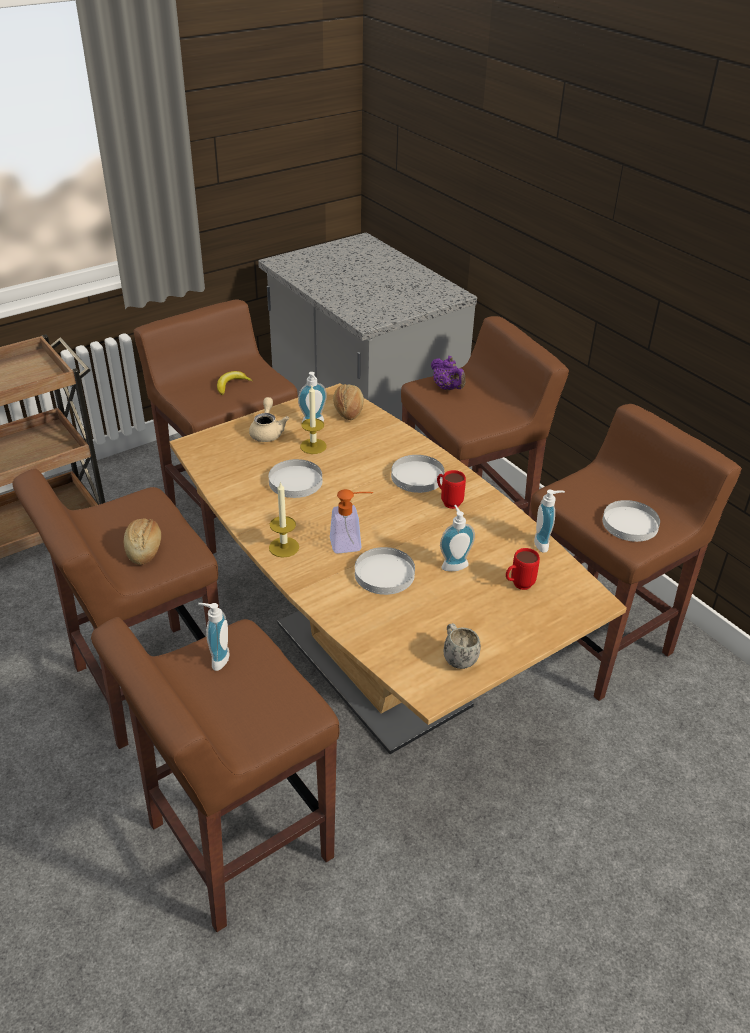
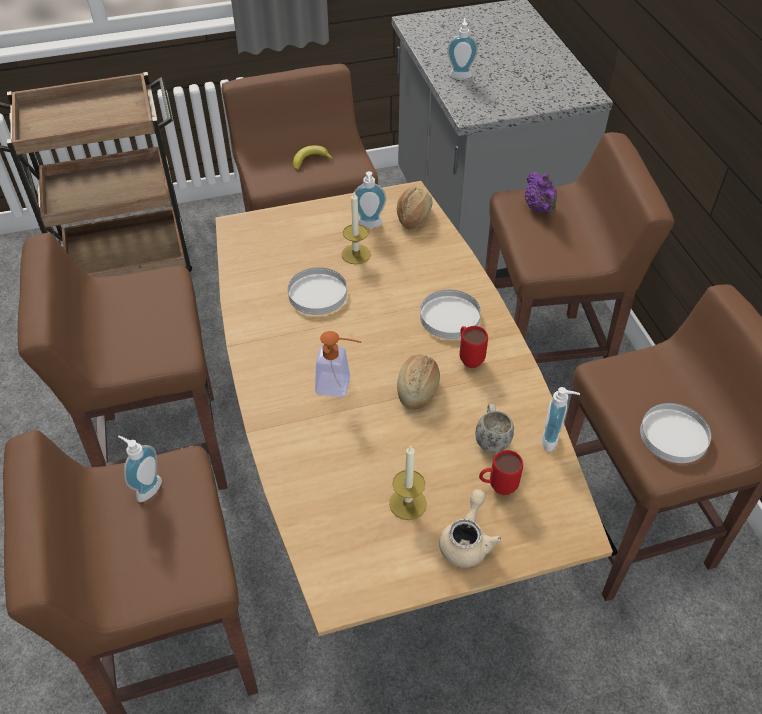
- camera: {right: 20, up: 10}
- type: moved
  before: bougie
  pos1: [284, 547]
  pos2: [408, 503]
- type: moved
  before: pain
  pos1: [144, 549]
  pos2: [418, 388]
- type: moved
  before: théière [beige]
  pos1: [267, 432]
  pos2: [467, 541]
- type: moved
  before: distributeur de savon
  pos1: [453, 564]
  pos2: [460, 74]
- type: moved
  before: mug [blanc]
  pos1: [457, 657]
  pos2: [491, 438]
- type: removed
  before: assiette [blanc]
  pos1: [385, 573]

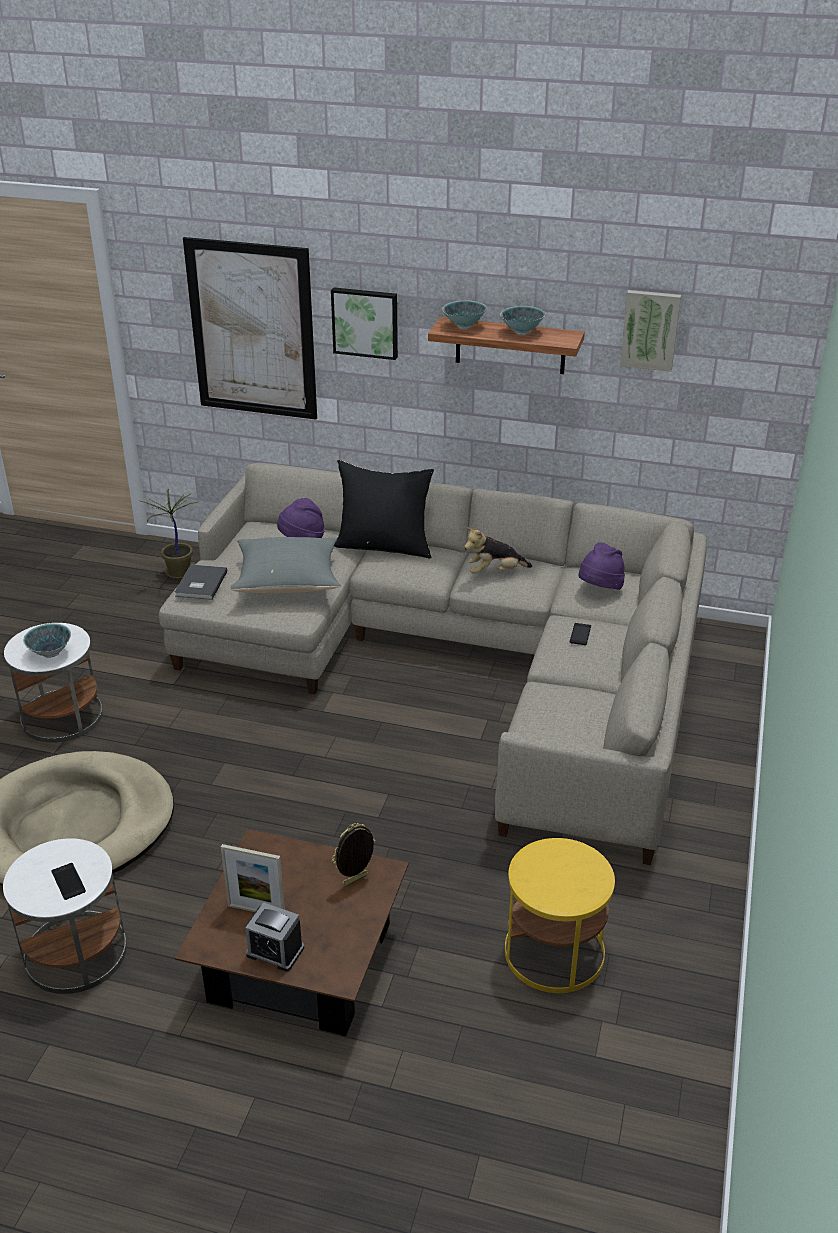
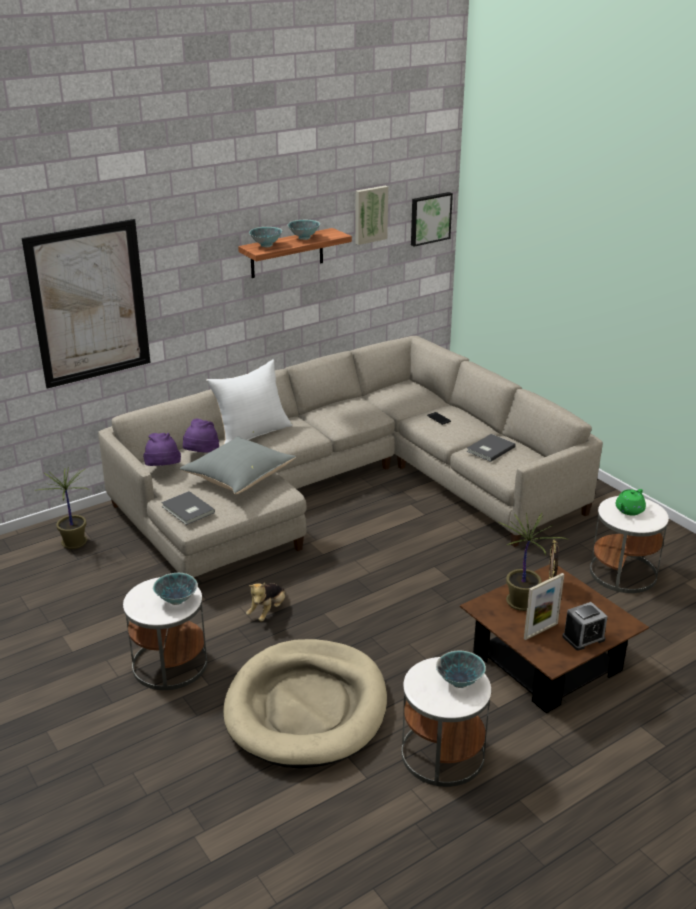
- camera: {right: -50, up: -5}
- type: moved
  before: chapeau [violet]
  pos1: [599, 589]
  pos2: [163, 469]
- type: recoloured
  before: coussin [noir]
  after: coussin [blanc]
  pos1: [384, 546]
  pos2: [252, 433]
- type: moved
  before: peluche
  pos1: [495, 572]
  pos2: [268, 611]
- type: moved
  before: tableau
  pos1: [365, 322]
  pos2: [429, 218]
- type: replaced
  before: téléphone
  after: bol
  pos1: [68, 881]
  pos2: [460, 682]
- type: added
  after: livre [gris]
  pos2: [489, 449]
- type: added
  after: plante en pot
  pos2: [522, 603]
- type: recoloured
  before: table d'appoint [jaune]
  after: table d'appoint [blanc]
  pos1: [555, 952]
  pos2: [623, 573]
- type: added
  after: théière [vert]
  pos2: [629, 510]

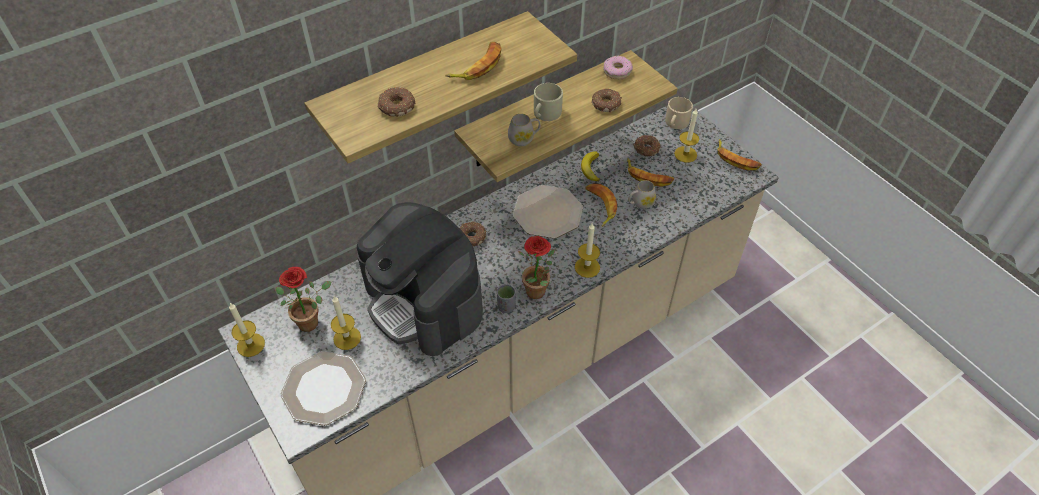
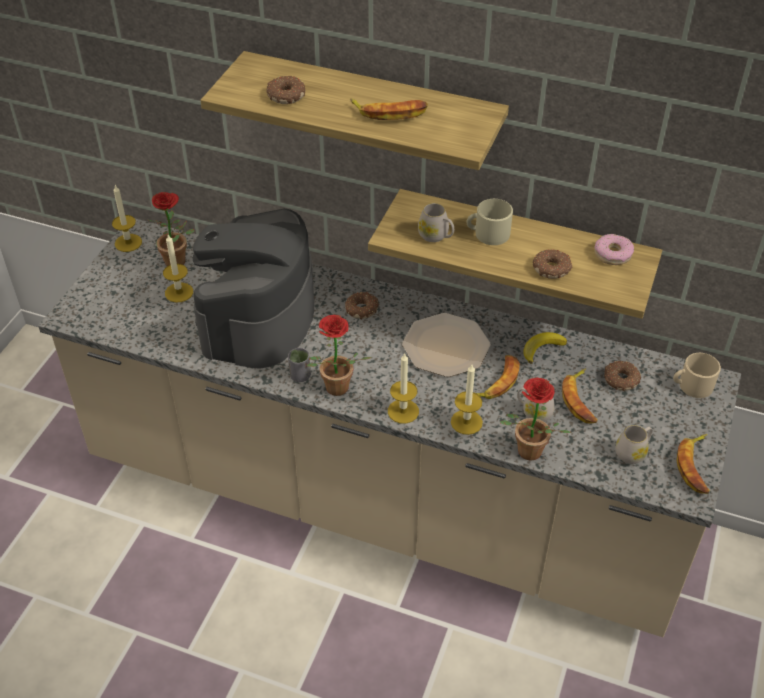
- camera: {right: 55, up: -5}
- type: moved
  before: bougie
  pos1: [685, 154]
  pos2: [466, 422]
- type: added
  after: plante en pot
  pos2: [526, 454]
- type: added
  after: mug [blanc]
  pos2: [633, 452]
- type: removed
  before: assiette
  pos1: [323, 388]

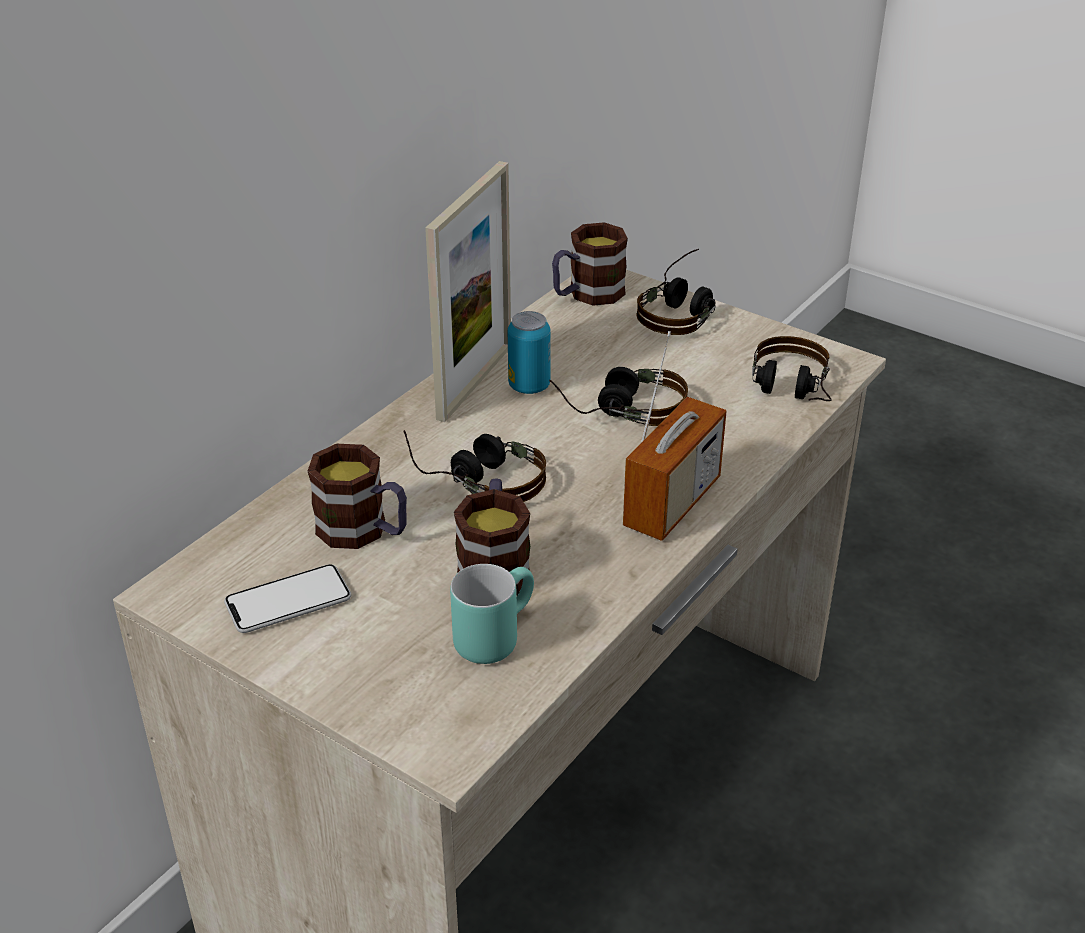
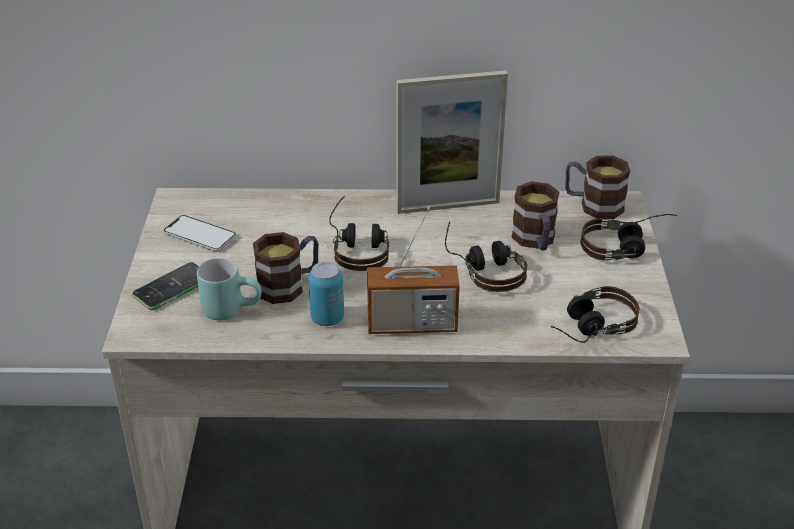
- camera: {right: 55, up: 0}
- type: added
  after: téléphone
  pos2: [172, 287]
- type: moved
  before: boîte métallique
  pos1: [529, 386]
  pos2: [327, 318]
- type: moved
  before: mug
  pos1: [364, 531]
  pos2: [535, 241]

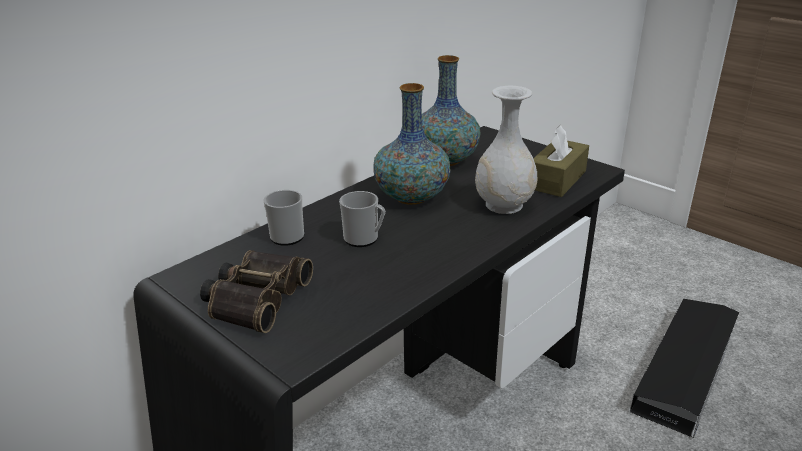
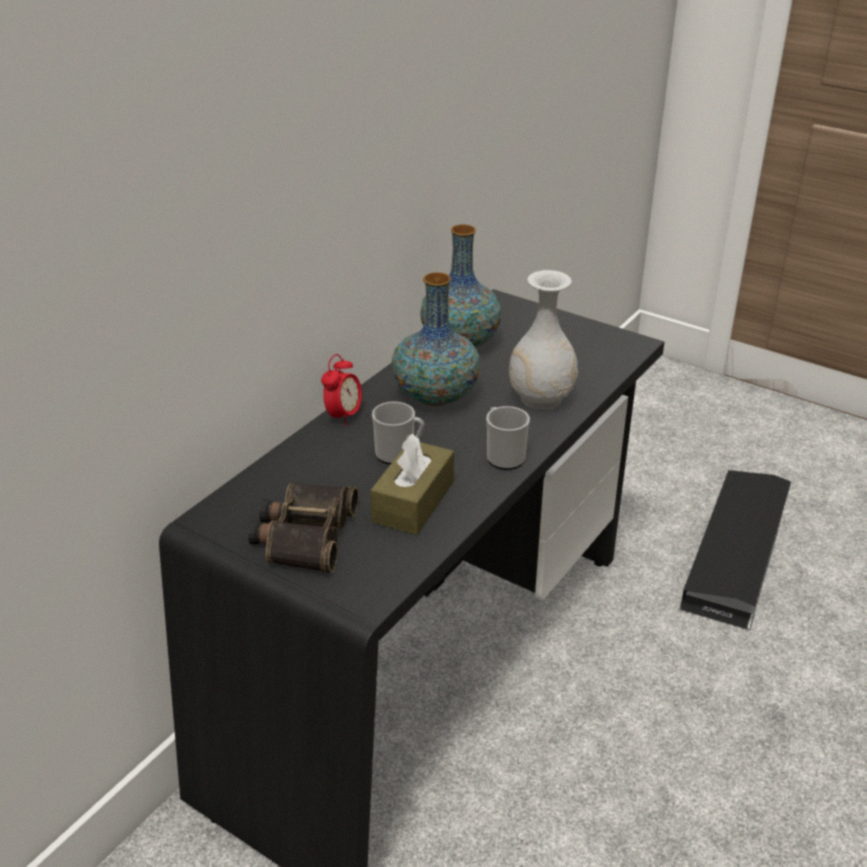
- camera: {right: -10, up: 5}
- type: added
  after: réveil
  pos2: [343, 416]
- type: moved
  before: boîte à mouchoirs [marron]
  pos1: [557, 180]
  pos2: [413, 502]
- type: moved
  before: mug
  pos1: [286, 234]
  pos2: [503, 456]

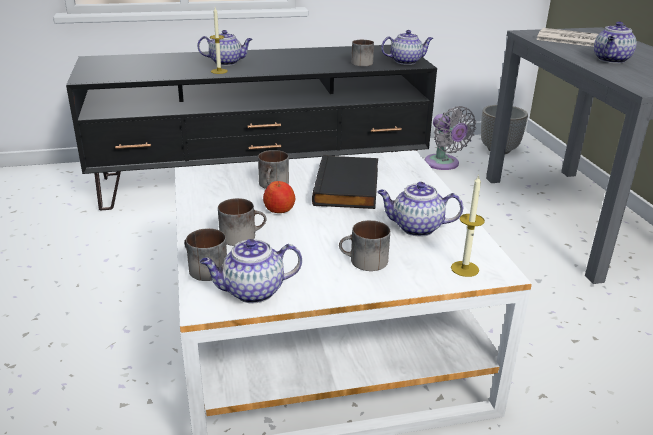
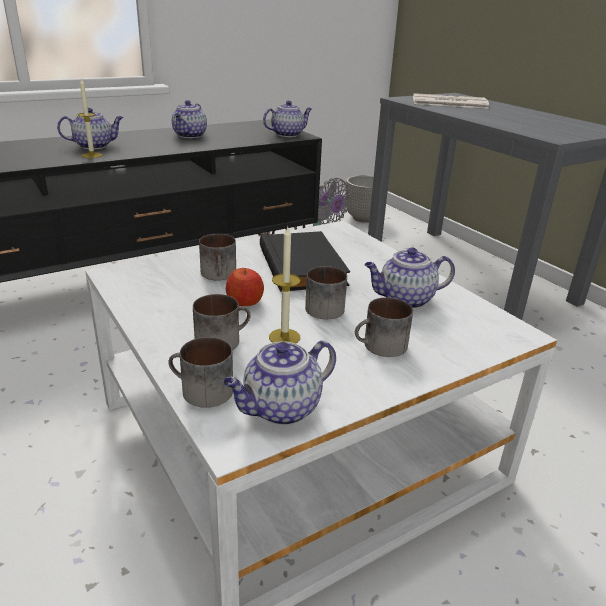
- camera: {right: -20, up: 0}
- type: moved
  before: théière
  pos1: [611, 60]
  pos2: [190, 135]
- type: moved
  before: bougie
  pos1: [464, 269]
  pos2: [284, 337]
- type: moved
  before: mug
  pos1: [361, 62]
  pos2: [321, 307]

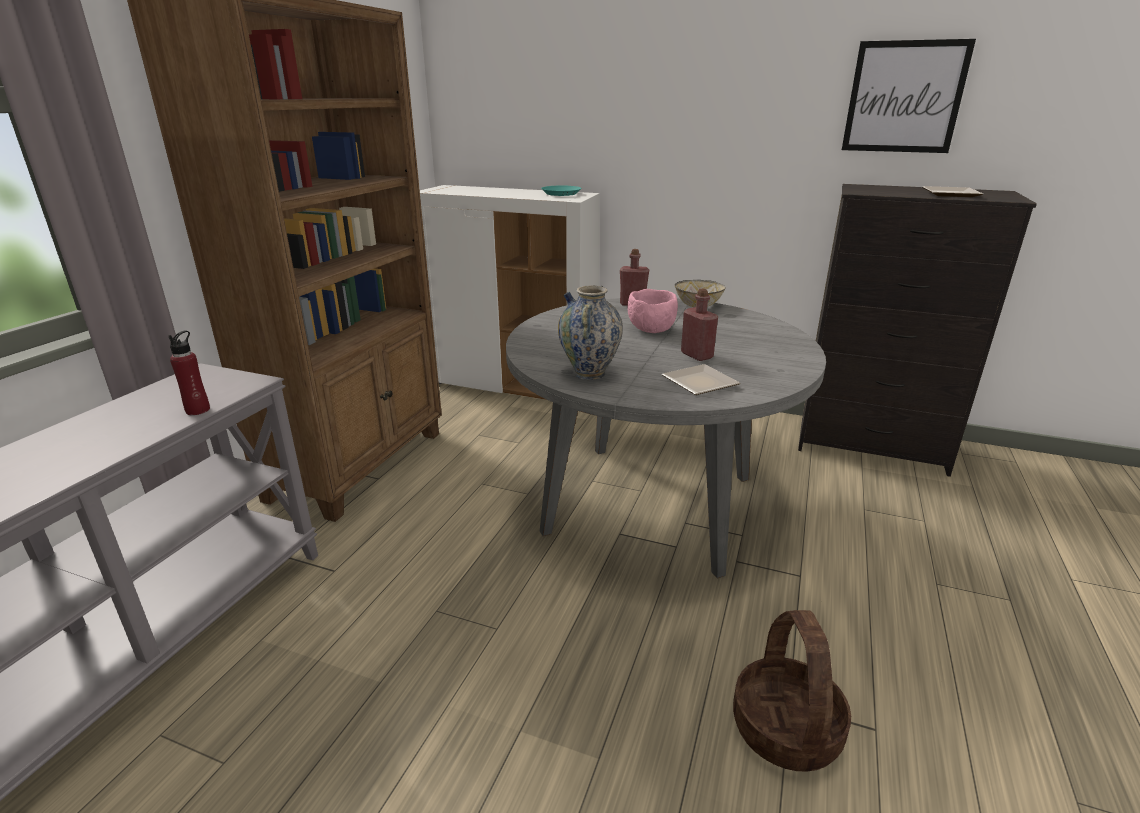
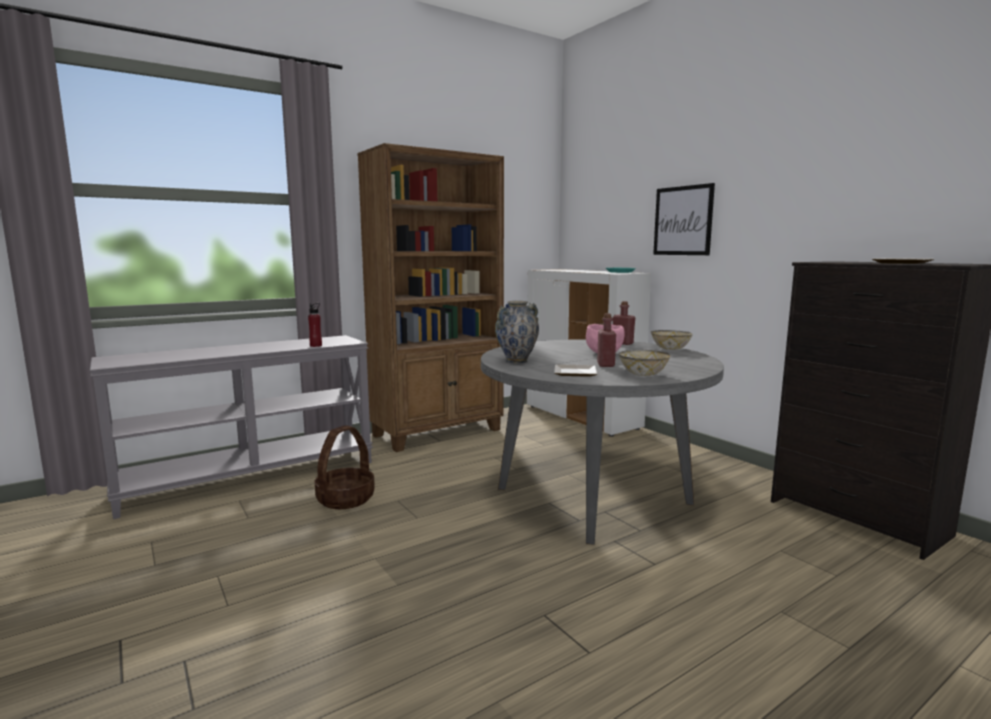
- camera: {right: 35, up: -15}
- type: moved
  before: panier
  pos1: [784, 728]
  pos2: [345, 498]
- type: added
  after: bol
  pos2: [642, 374]
- type: moved
  before: tableau
  pos1: [904, 97]
  pos2: [683, 221]

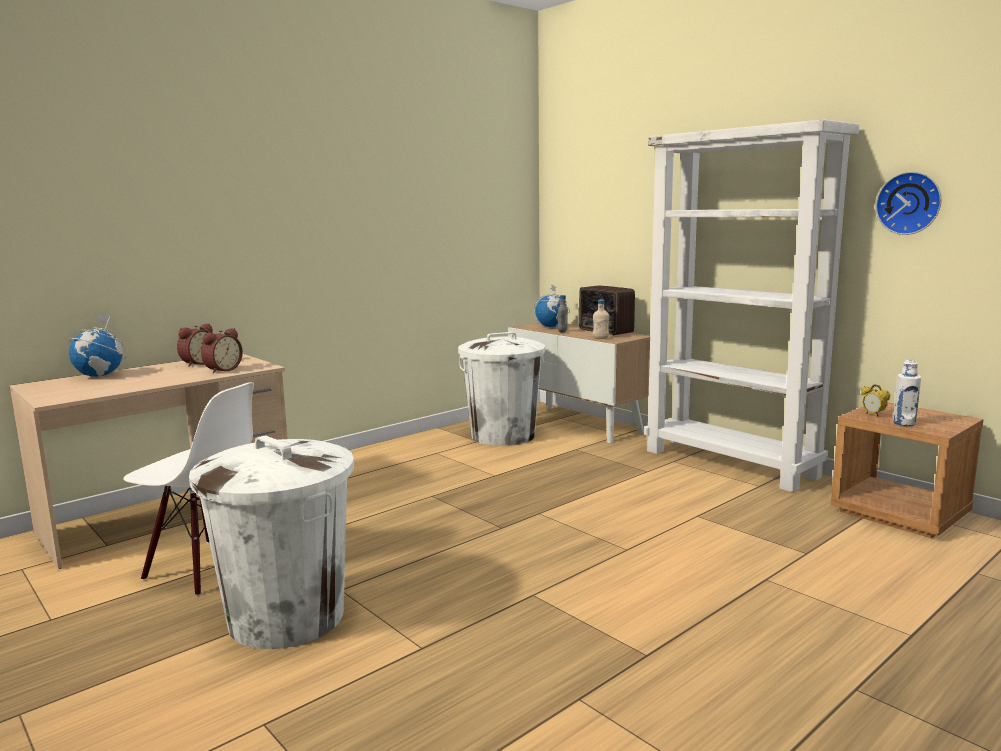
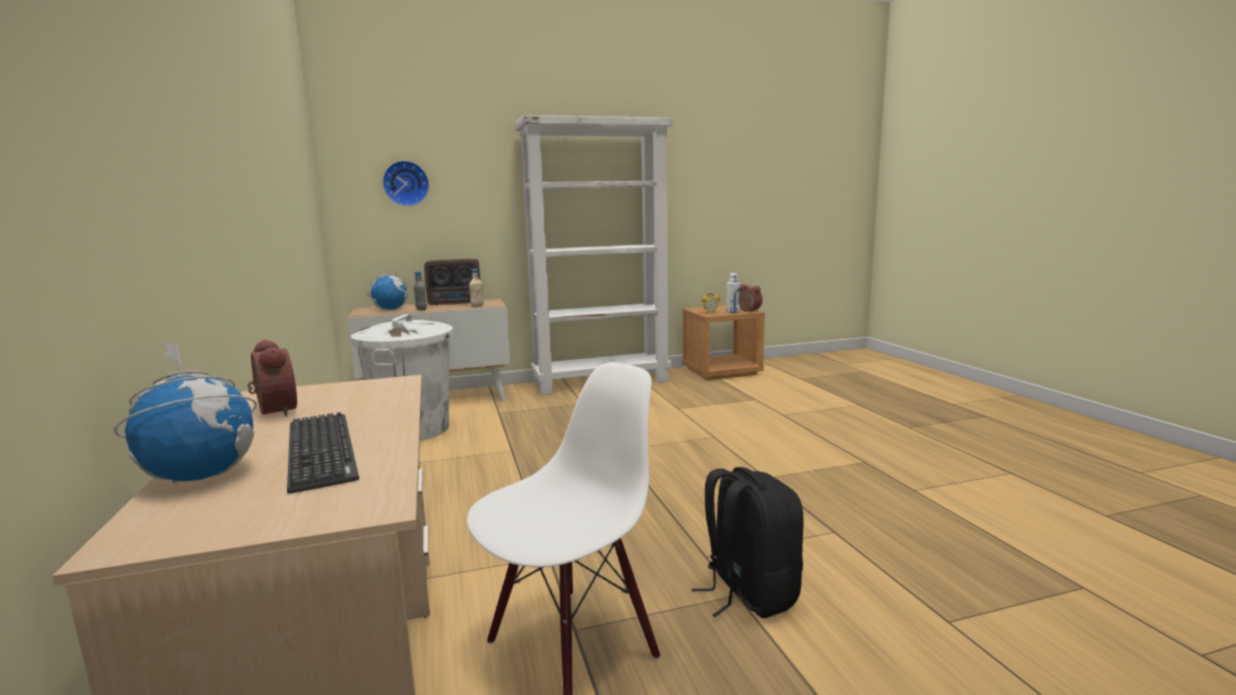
- camera: {right: -65, up: 0}
- type: added
  after: clavier
  pos2: [321, 450]
- type: moved
  before: horloge murale
  pos1: [909, 203]
  pos2: [406, 183]
- type: replaced
  before: poubelle [blanc]
  after: sac à dos [noir]
  pos1: [287, 616]
  pos2: [748, 593]
- type: moved
  before: réveil
  pos1: [222, 370]
  pos2: [748, 311]

